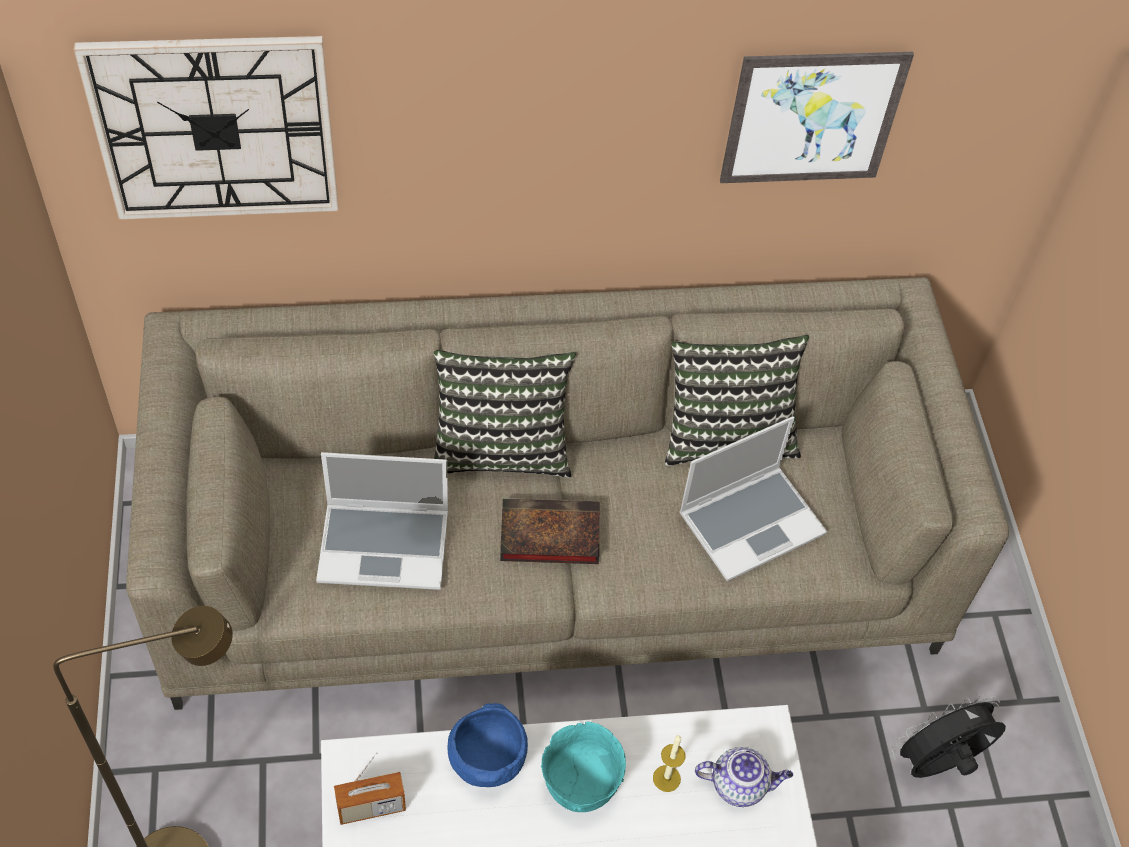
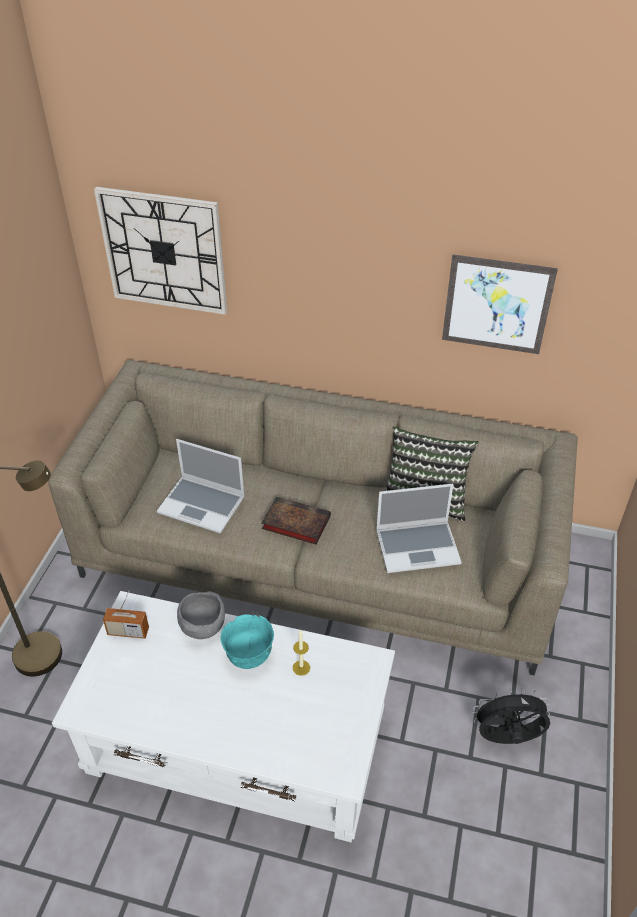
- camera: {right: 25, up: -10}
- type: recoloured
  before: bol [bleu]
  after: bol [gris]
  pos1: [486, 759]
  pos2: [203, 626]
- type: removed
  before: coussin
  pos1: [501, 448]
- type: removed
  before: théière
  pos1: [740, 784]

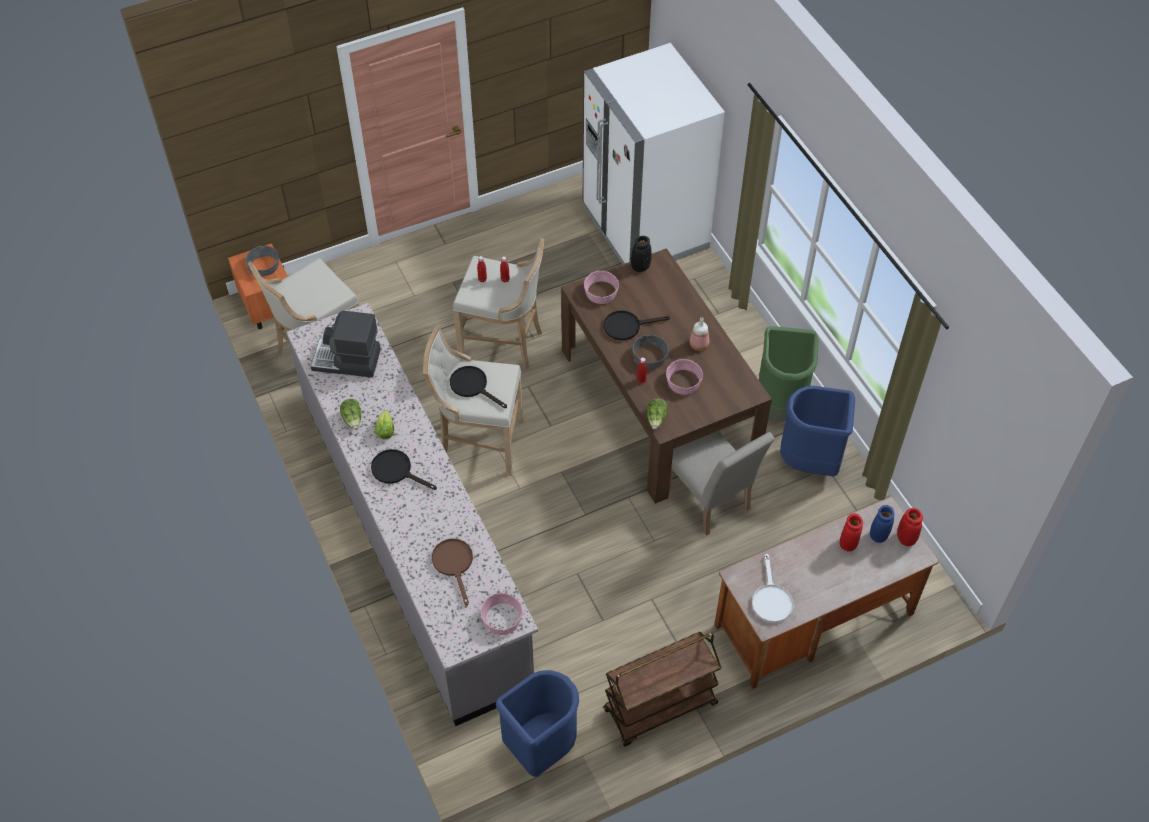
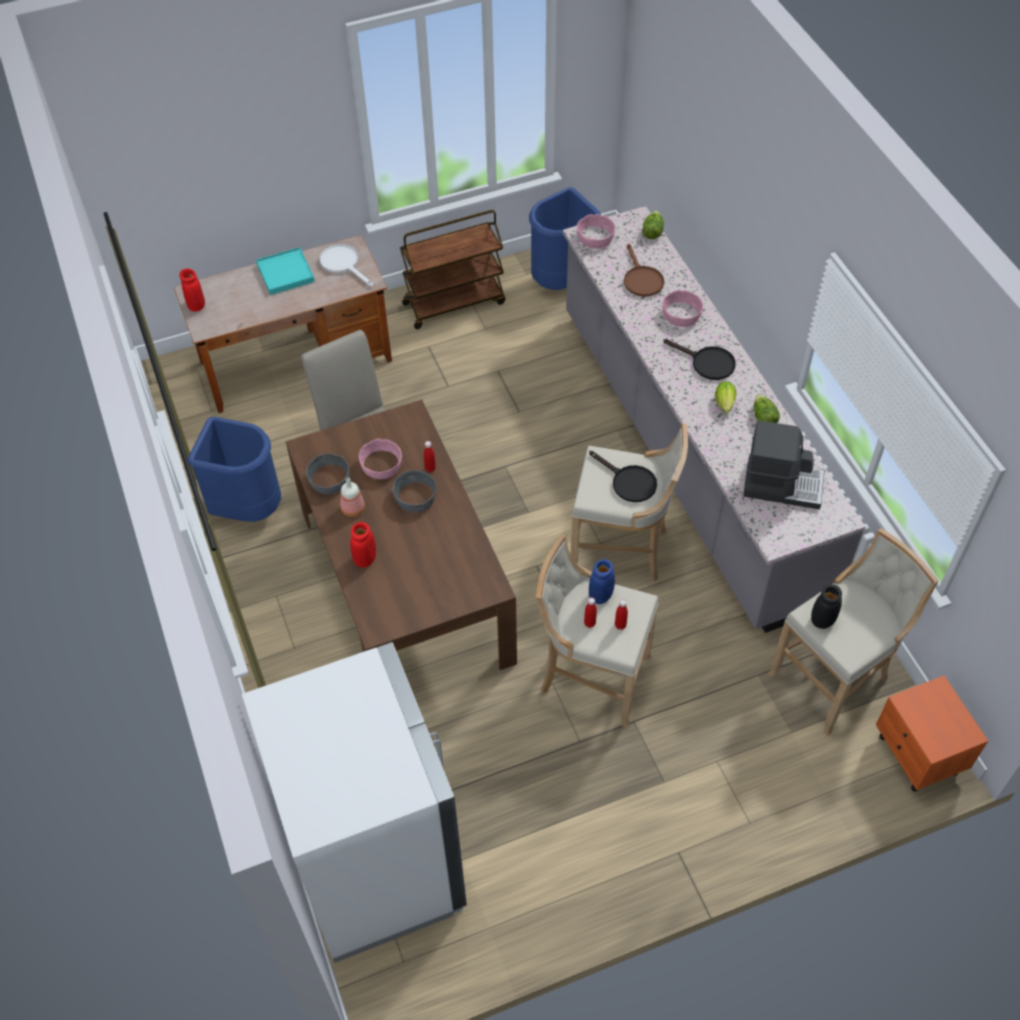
- camera: {right: -175, up: 0}
- type: added
  after: plateau [turquoise]
  pos2: [285, 273]
- type: moved
  before: bol [gris]
  pos1: [264, 265]
  pos2: [329, 480]
- type: turned
  before: poêle [blanc]
  pos1: [771, 599]
  pos2: [343, 264]
  turn: -45
- type: moved
  before: vase [rouge]
  pos1: [848, 544]
  pos2: [365, 559]
- type: moved
  before: vase [bleu]
  pos1: [879, 535]
  pos2: [600, 595]
- type: moved
  before: laitue
  pos1: [656, 419]
  pos2: [652, 231]
- type: moved
  before: bol [rose]
  pos1: [600, 292]
  pos2: [681, 315]
- type: moved
  before: vase [noir]
  pos1: [640, 267]
  pos2: [822, 620]
- type: removed
  before: poêle [noir]
  pos1: [627, 326]
- type: removed
  before: poubelle [vert]
  pos1: [780, 405]

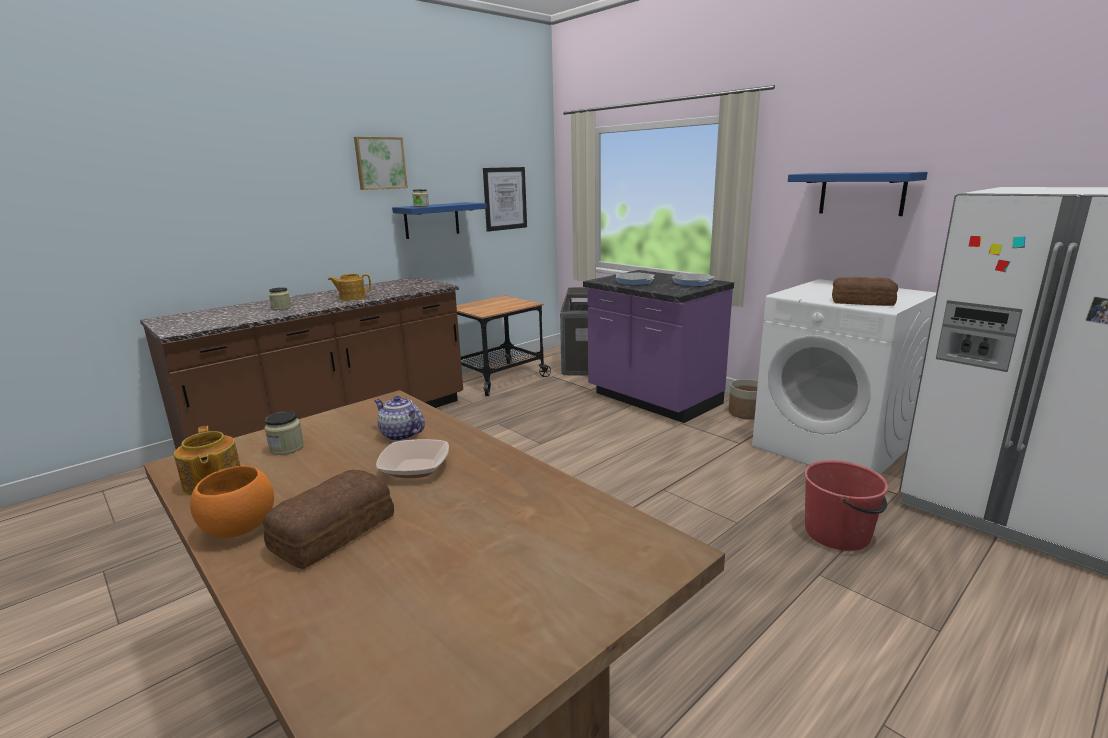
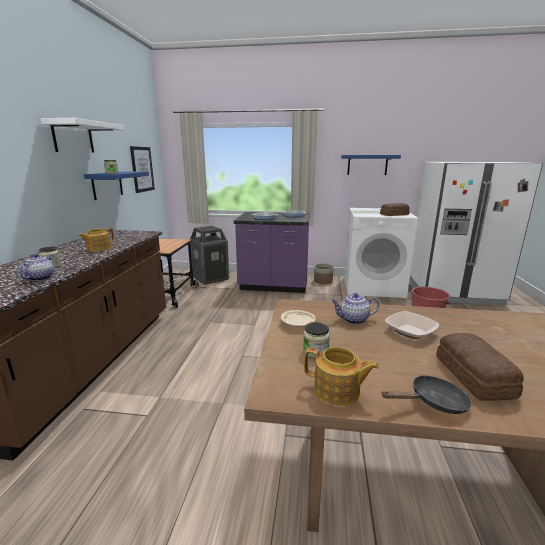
- camera: {right: -40, up: 0}
- type: added
  after: théière
  pos2: [41, 278]
- type: replaced
  before: tableau
  after: étagère [blanc]
  pos1: [380, 163]
  pos2: [73, 137]
- type: added
  after: assiette [beige]
  pos2: [298, 324]
- type: replaced
  before: bol [orange]
  after: poêle [noir]
  pos1: [238, 529]
  pos2: [433, 402]

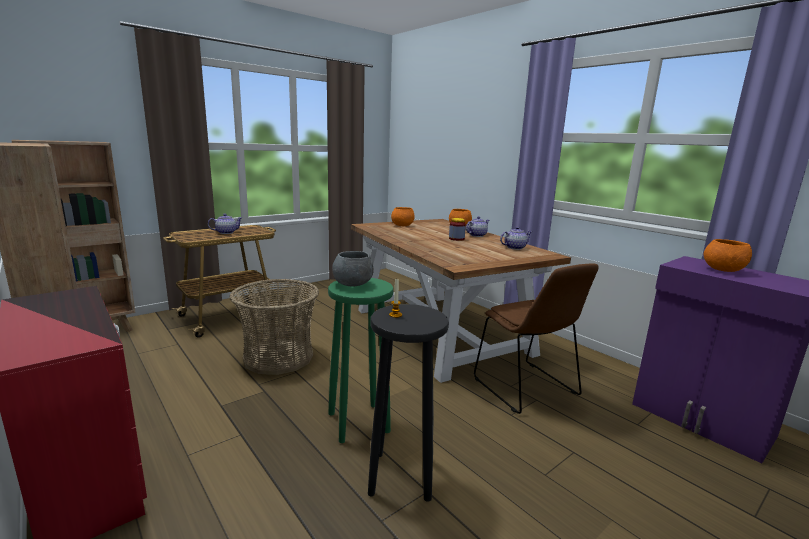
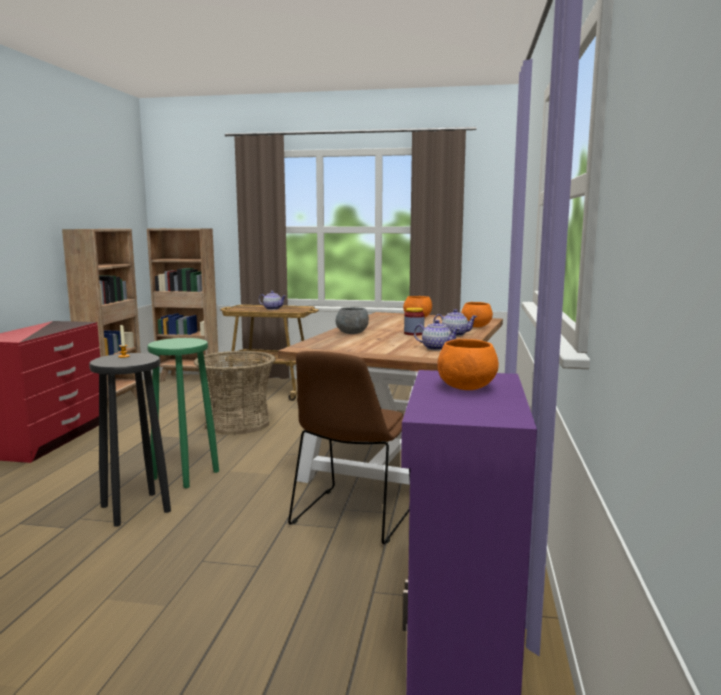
- camera: {right: 50, up: -5}
- type: moved
  before: bol [gris]
  pos1: [353, 284]
  pos2: [352, 333]

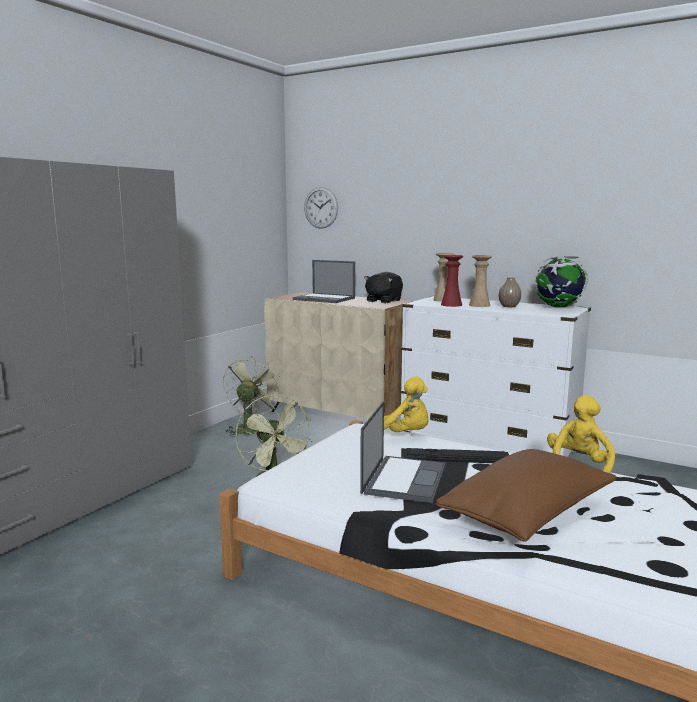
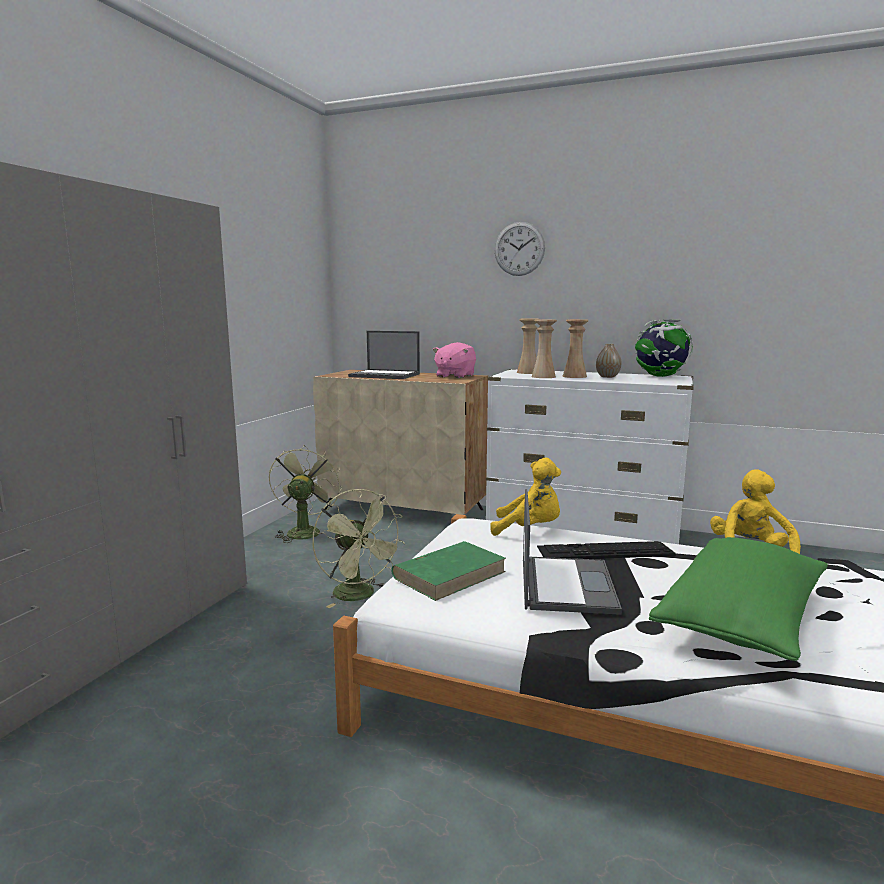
- camera: {right: -10, up: 0}
- type: added
  after: livre [vert]
  pos2: [450, 574]
- type: recoloured
  before: peluche [noir]
  after: peluche [rose]
  pos1: [383, 301]
  pos2: [455, 376]
- type: moved
  before: horloge murale
  pos1: [321, 207]
  pos2: [519, 249]
- type: recoloured
  before: vase [rouge]
  after: vase [beige]
  pos1: [451, 305]
  pos2: [543, 376]
- type: recoloured
  before: coussin [marron]
  after: coussin [vert]
  pos1: [528, 515]
  pos2: [742, 620]

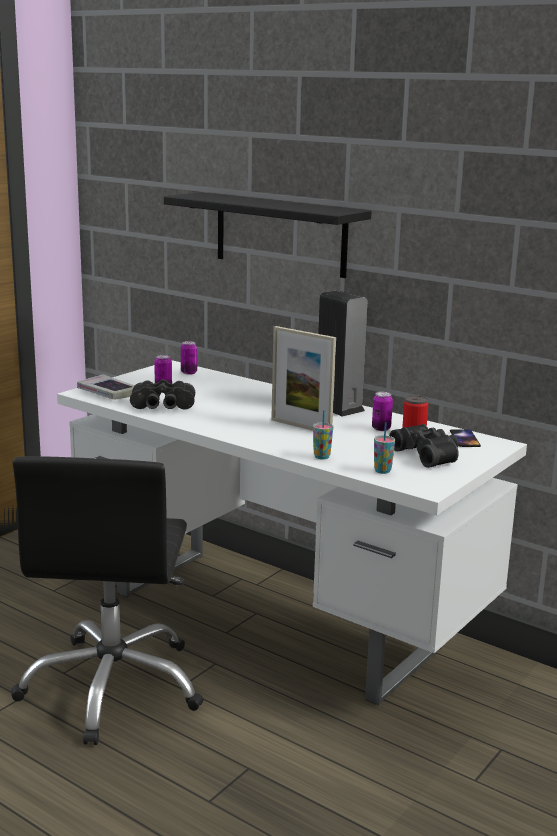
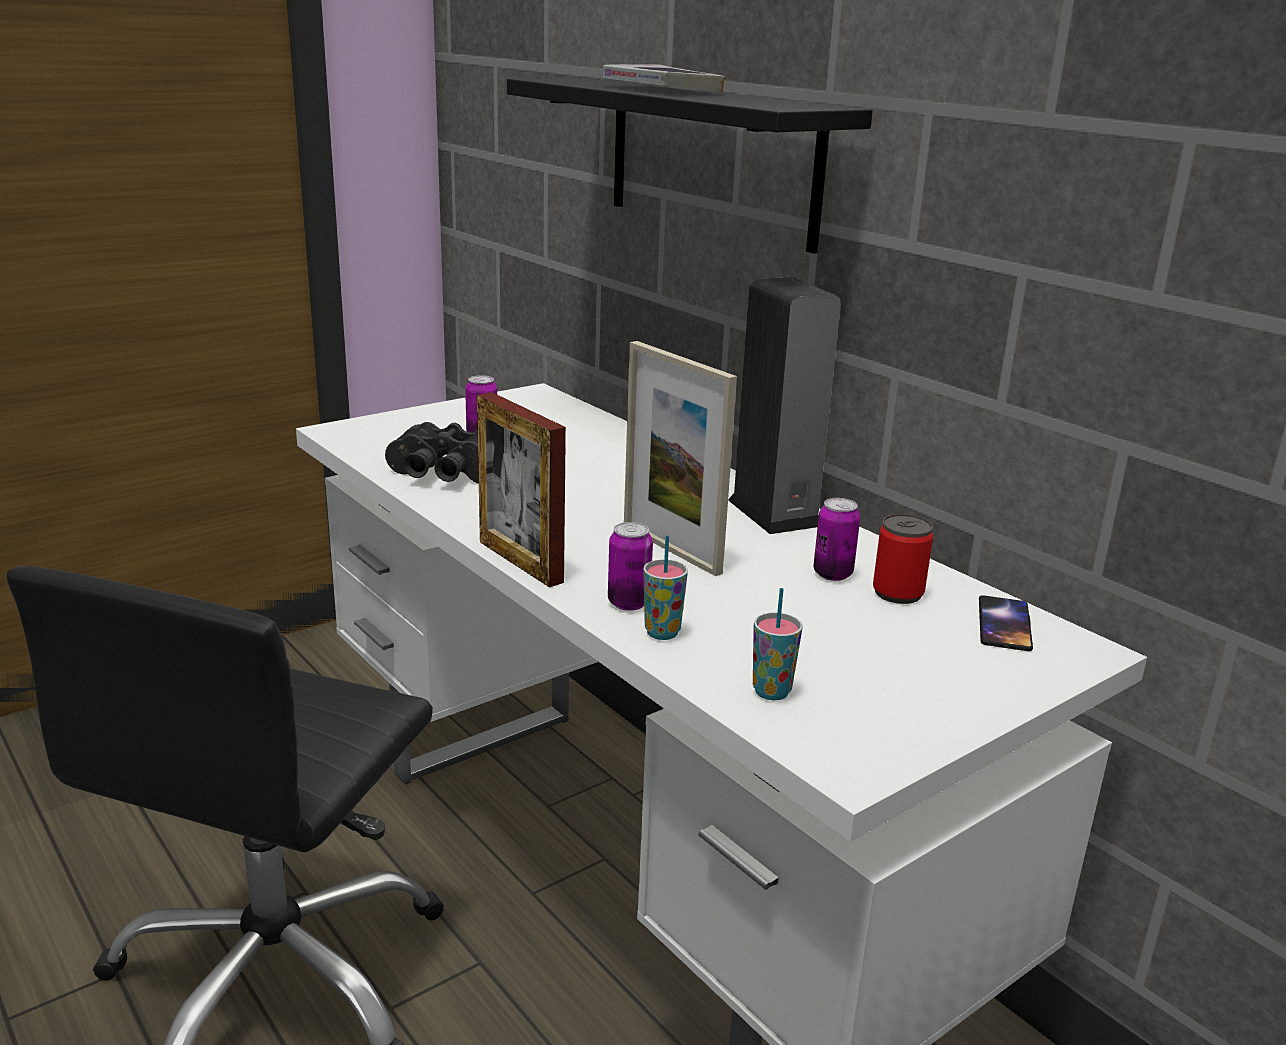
- camera: {right: 15, up: 5}
- type: added
  after: cadre photo
  pos2: [520, 561]
- type: moved
  before: livre
  pos1: [108, 393]
  pos2: [661, 89]
- type: moved
  before: boîte métallique
  pos1: [189, 372]
  pos2: [628, 603]
- type: removed
  before: jumelles [noir]
  pos1: [428, 455]

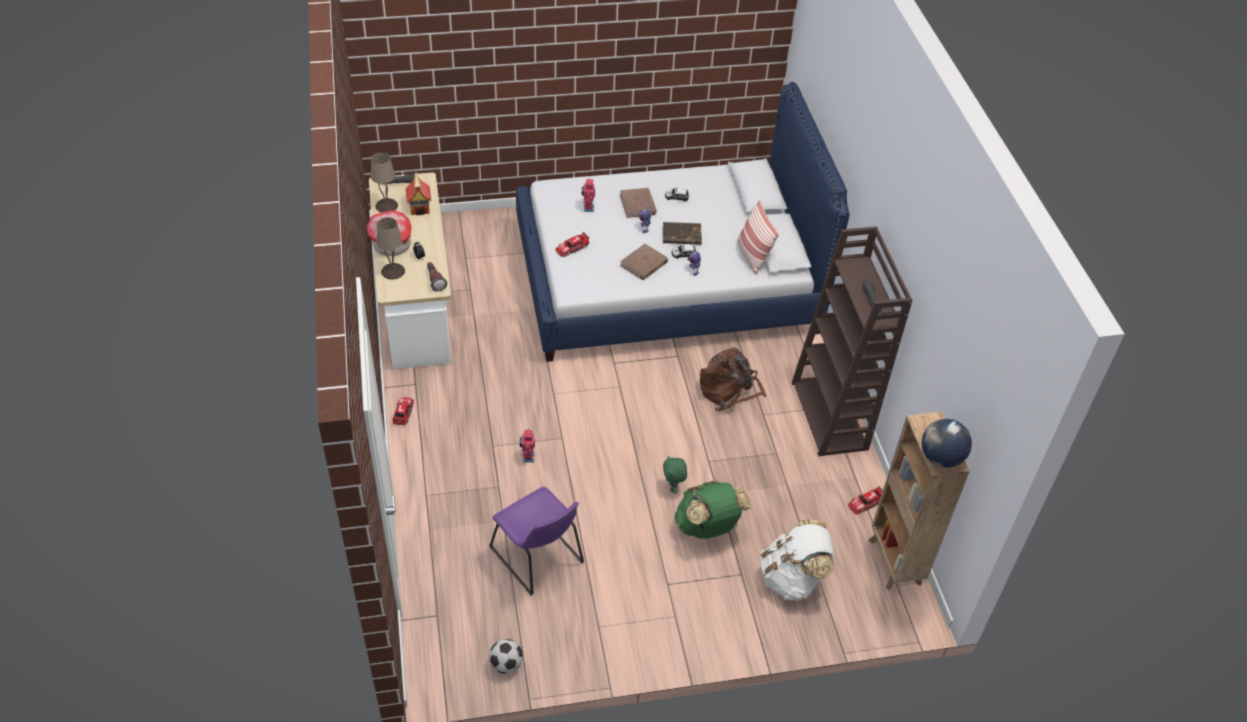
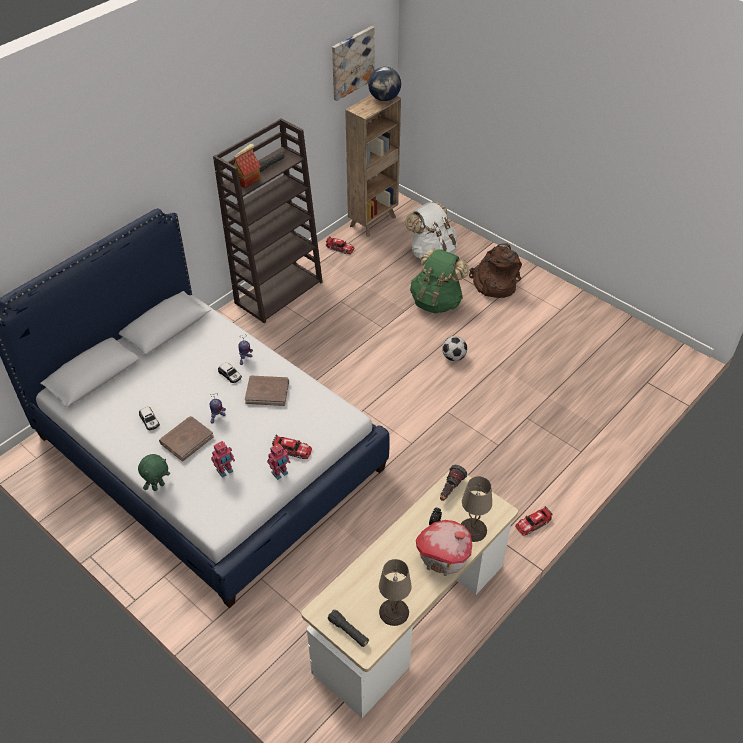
- camera: {right: -125, up: 0}
- type: moved
  before: peluche [vert]
  pos1: [673, 487]
  pos2: [158, 486]
- type: moved
  before: maison miniature
  pos1: [420, 207]
  pos2: [246, 179]
- type: moved
  before: robot jouet
  pos1: [527, 457]
  pos2: [280, 473]
- type: added
  after: tableau
  pos2: [352, 62]
- type: moved
  before: ballon de foot
  pos1: [506, 664]
  pos2: [453, 357]
- type: moved
  before: sac à dos [marron]
  pos1: [729, 390]
  pos2: [494, 284]
- type: removed
  before: chaise [violet]
  pos1: [539, 558]
- type: removed
  before: livre [marron]
  pos1: [681, 236]
- type: removed
  before: coussin
  pos1: [752, 256]

